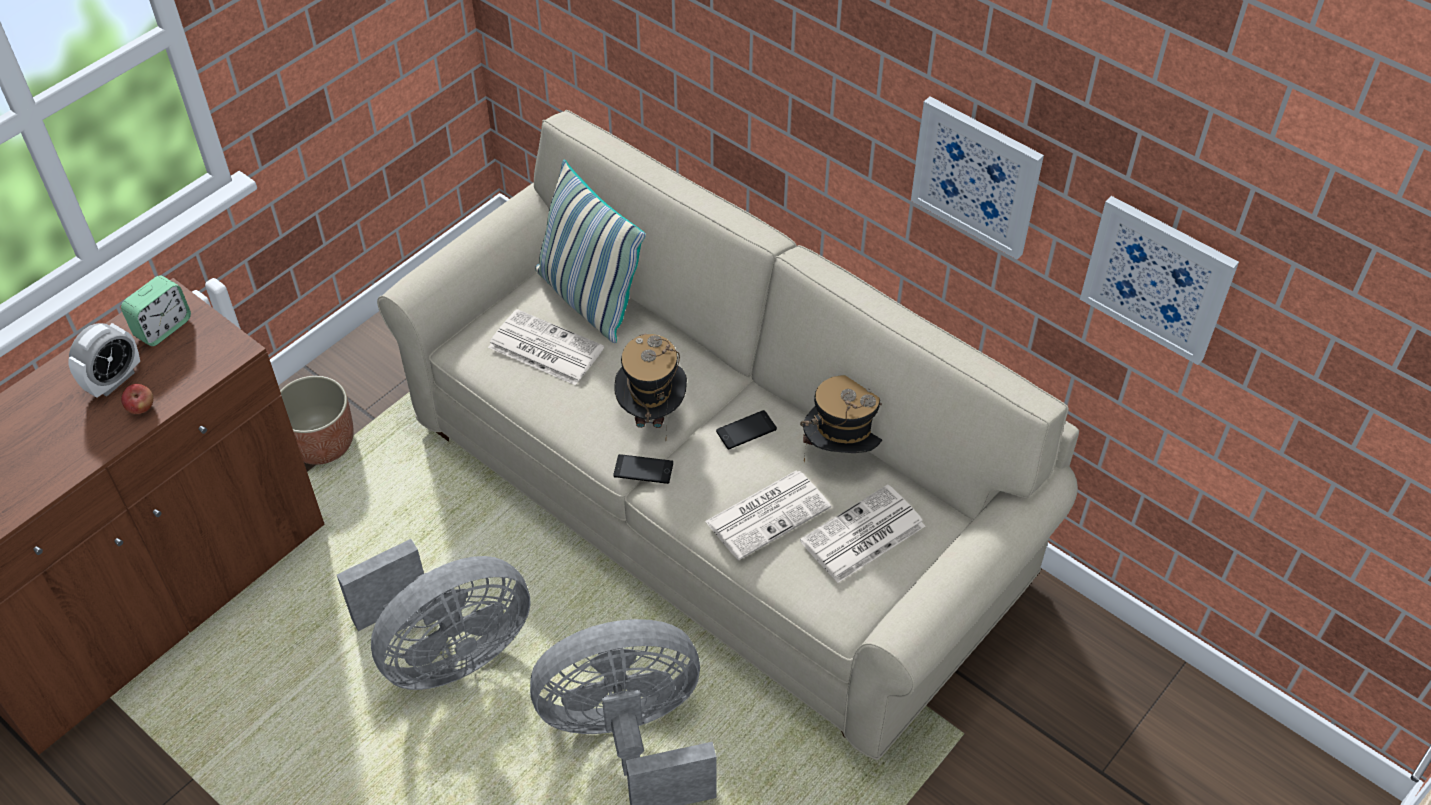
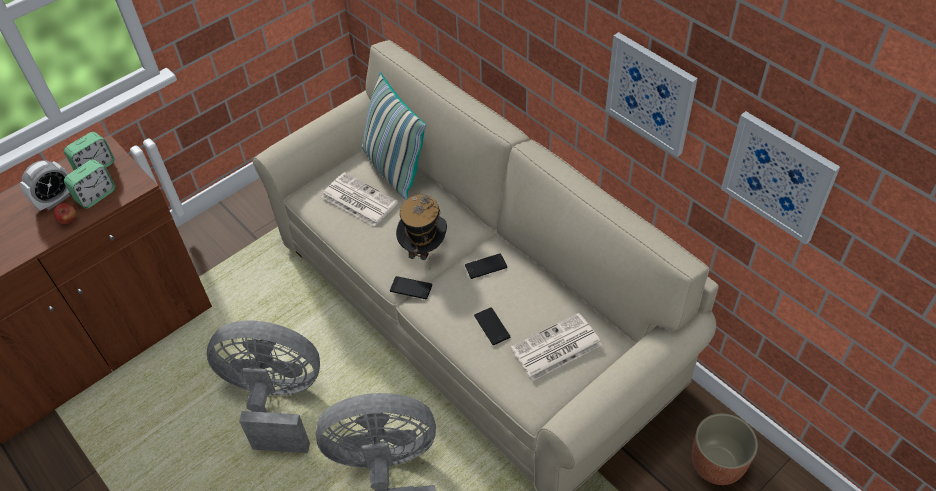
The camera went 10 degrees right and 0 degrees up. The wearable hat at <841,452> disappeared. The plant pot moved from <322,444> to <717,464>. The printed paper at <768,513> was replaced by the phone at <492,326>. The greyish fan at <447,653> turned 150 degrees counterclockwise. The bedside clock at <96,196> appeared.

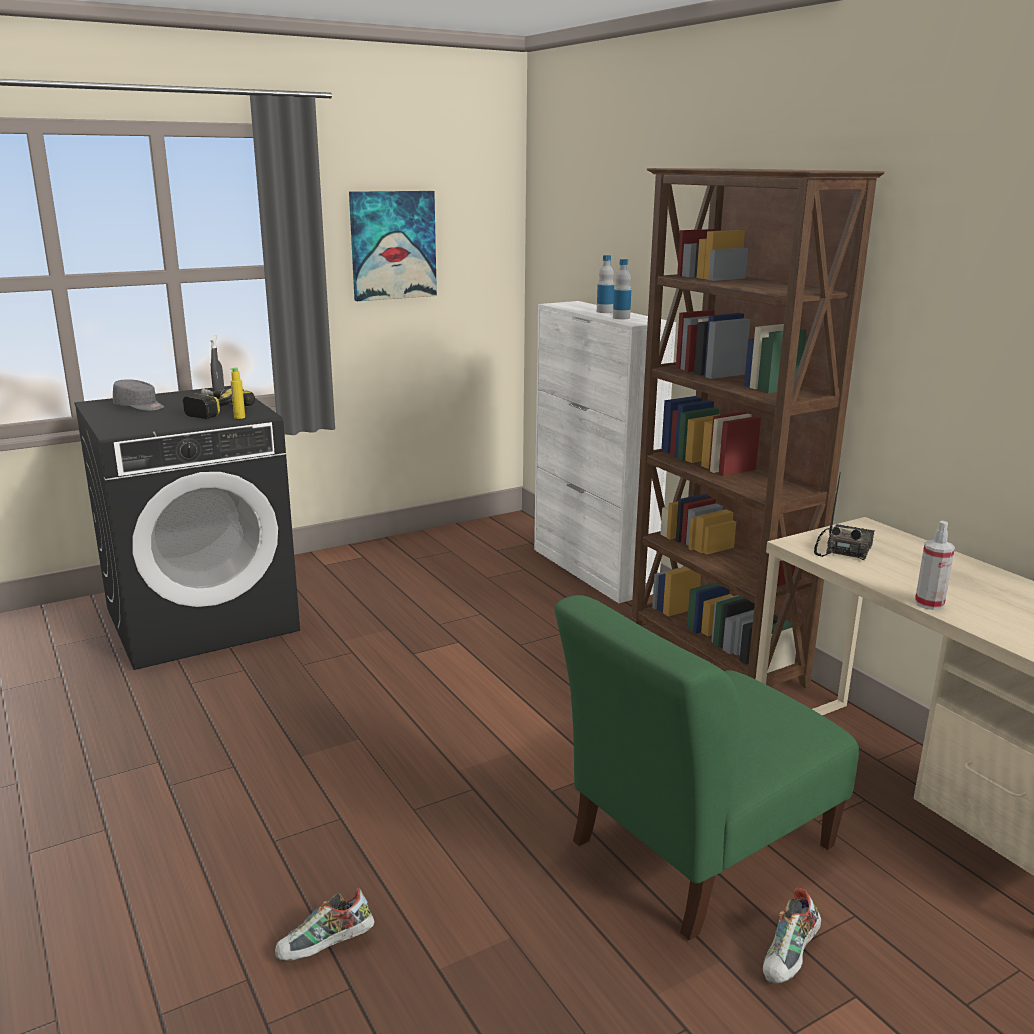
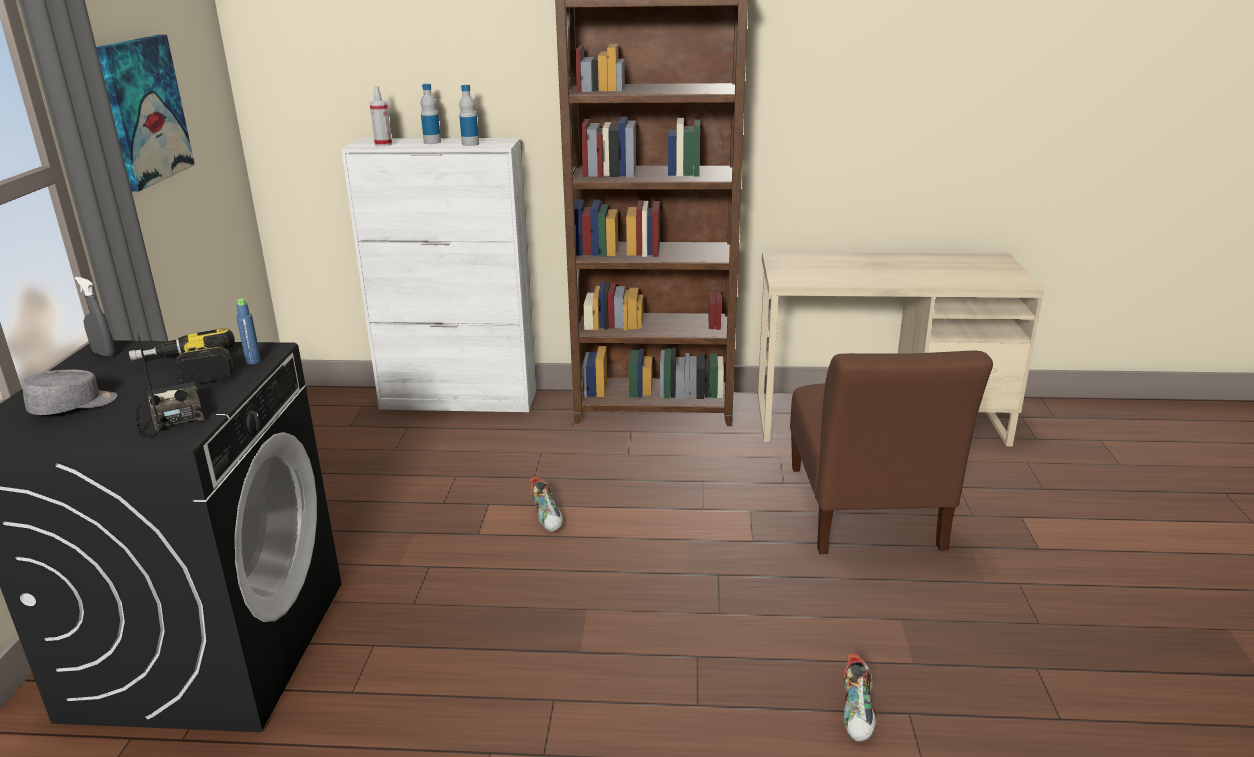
The camera went 55 degrees left and 5 degrees up. The yellowish bottle at <239,417> became the blue bottle at <253,361>. The radio moved from <843,549> to <171,417>. The spray bottle moved from <929,604> to <383,144>. The green-coloured upright chair at <694,850> became the brown-coloured upright chair at <864,512>. The item of footwear moved from <790,957> to <548,517>.

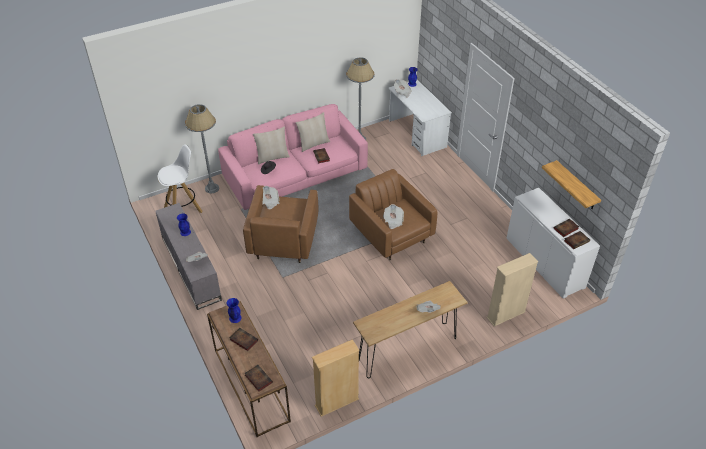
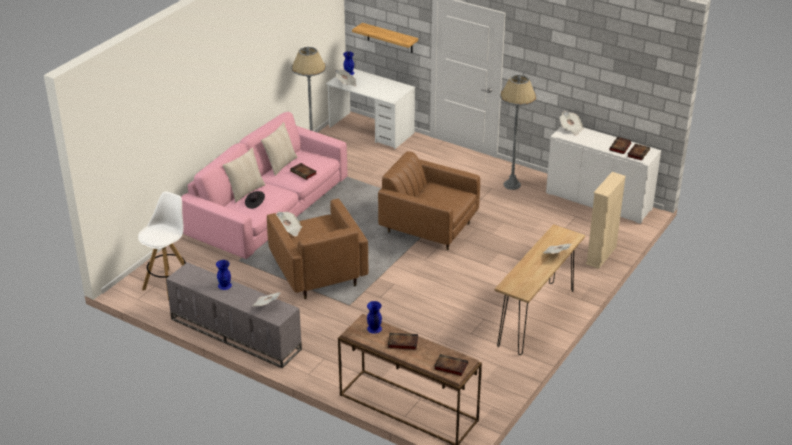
The camera went 30 degrees left and 10 degrees down. The greyish standard lamp moved from <212,188> to <512,185>. The wall shelf moved from <576,186> to <390,38>. The printed paper moved from <393,221> to <571,129>. The beige-coloured bookshelf at <337,402> disappeared.

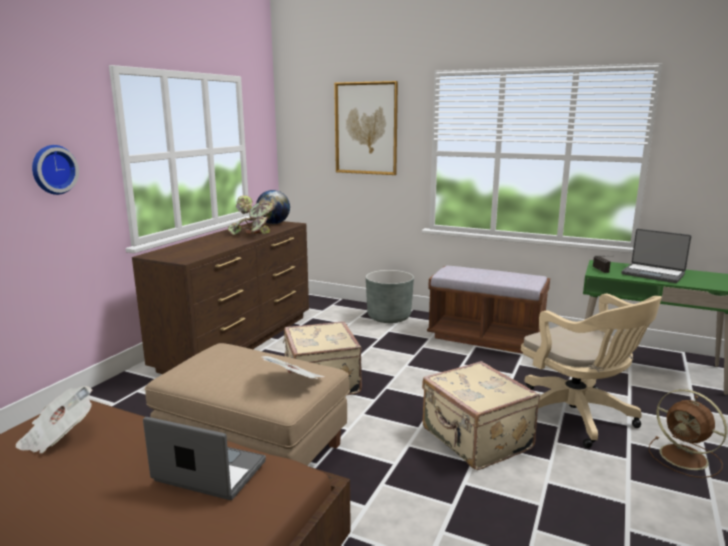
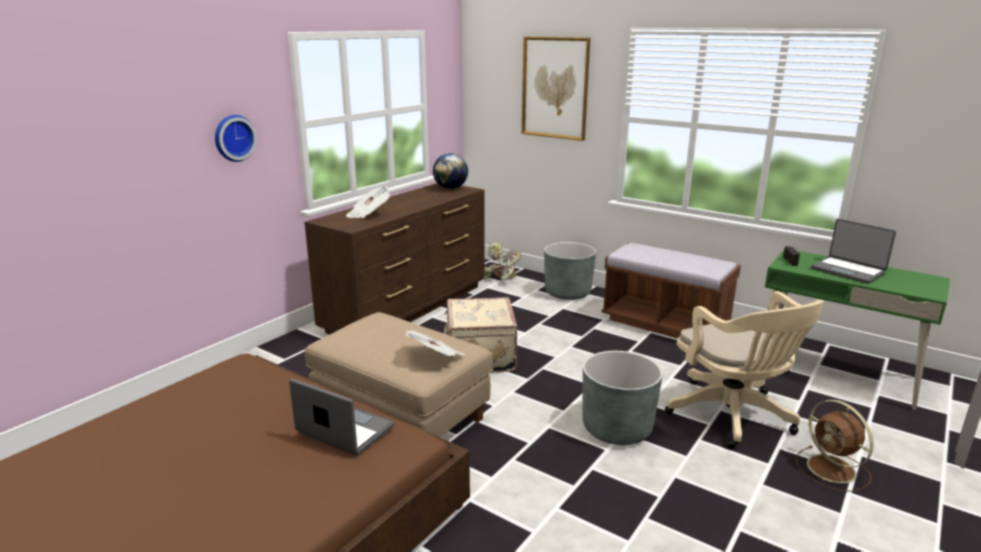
The camera went 10 degrees right and 5 degrees up. The plant in a pot moved from <253,234> to <501,278>. The beige-coloured piece of luggage at <475,439> was replaced by the greyish plant pot at <617,428>. The printed paper moved from <58,436> to <368,214>.

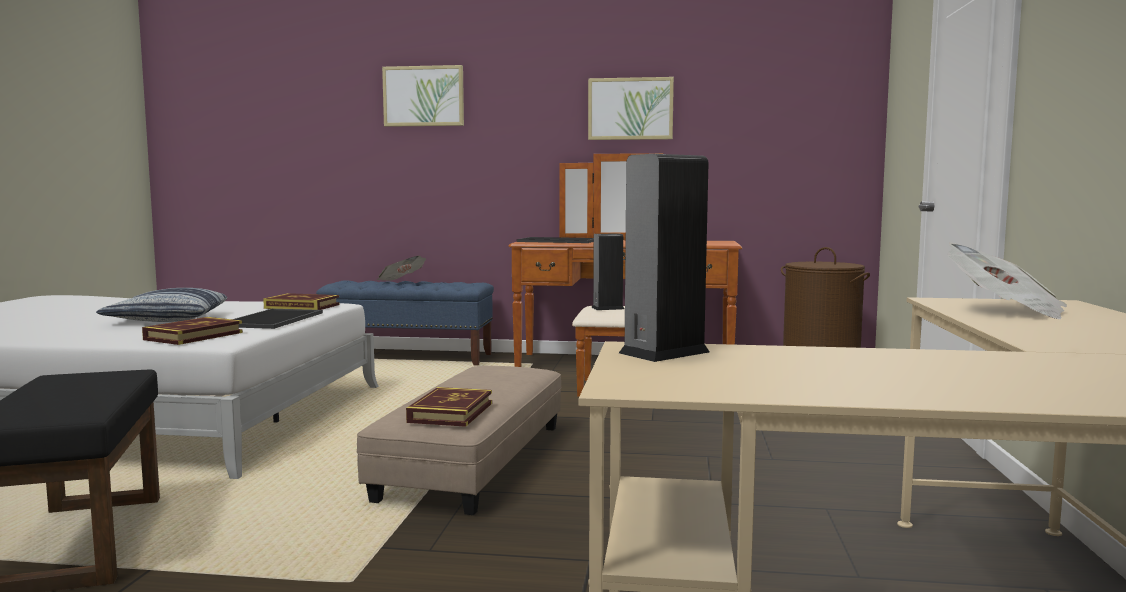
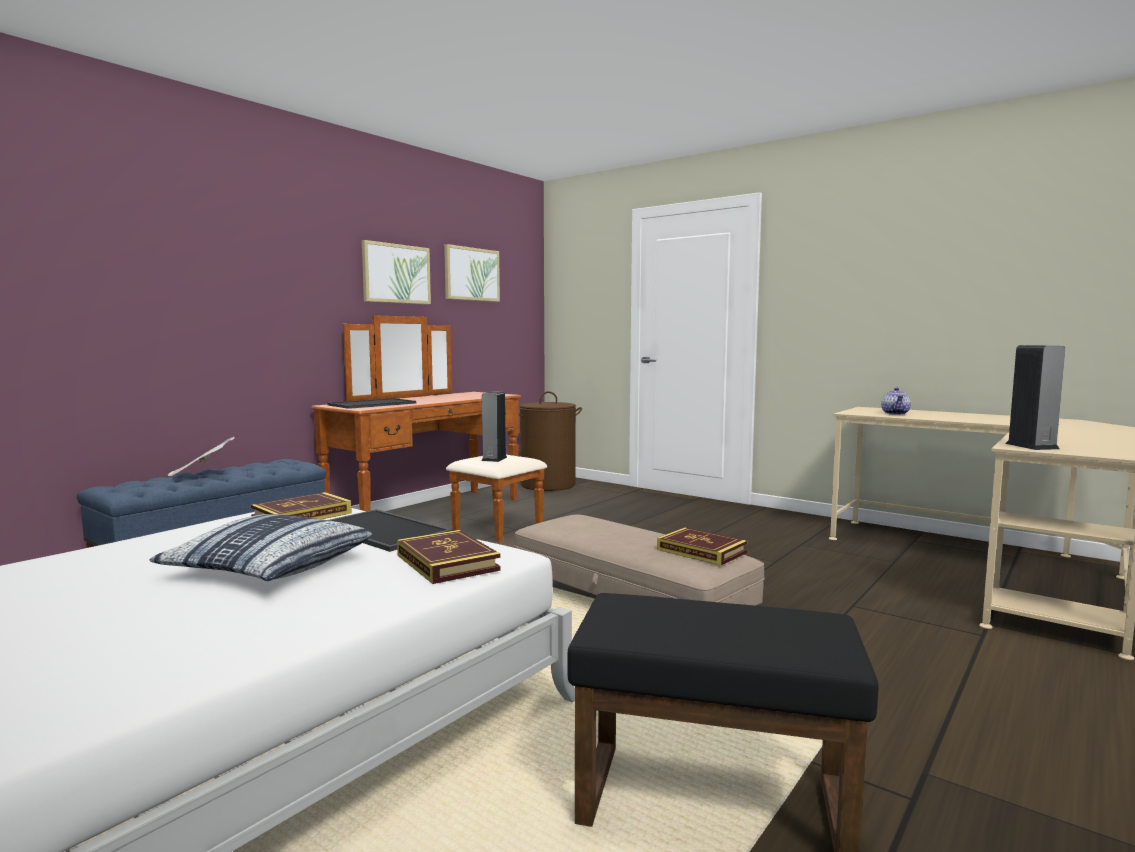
The camera went 60 degrees left and 0 degrees up. The picture moved from <423,96> to <471,274>. The printed paper at <1005,311> was replaced by the pot for tea at <896,414>.

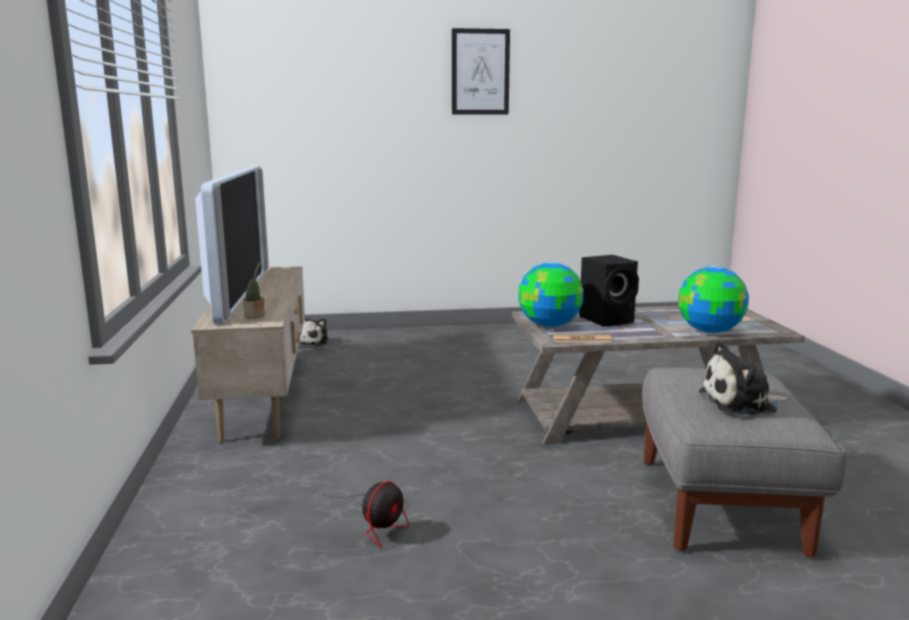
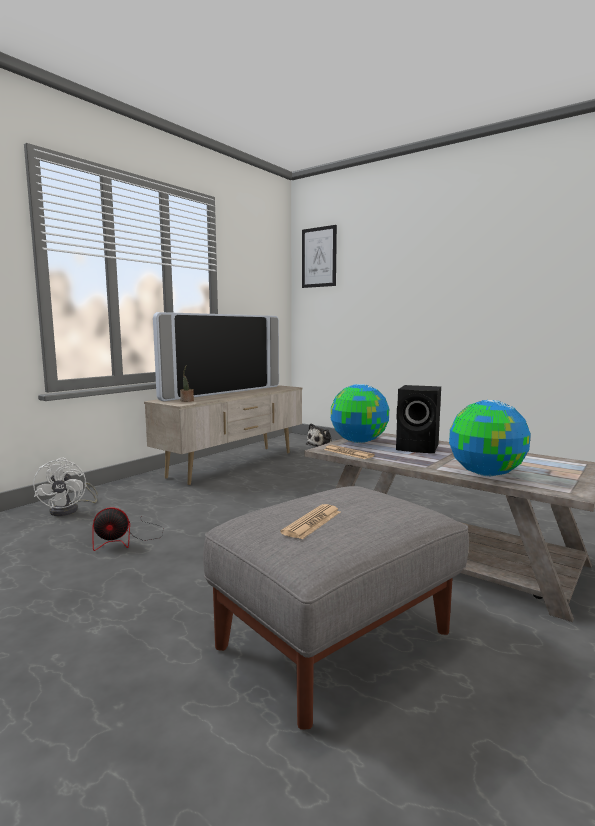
The camera went 45 degrees right and 5 degrees down. The picture moved from <480,72> to <319,257>. The cuddly toy at <742,403> was replaced by the printed paper at <312,522>. The white fan at <70,510> appeared.

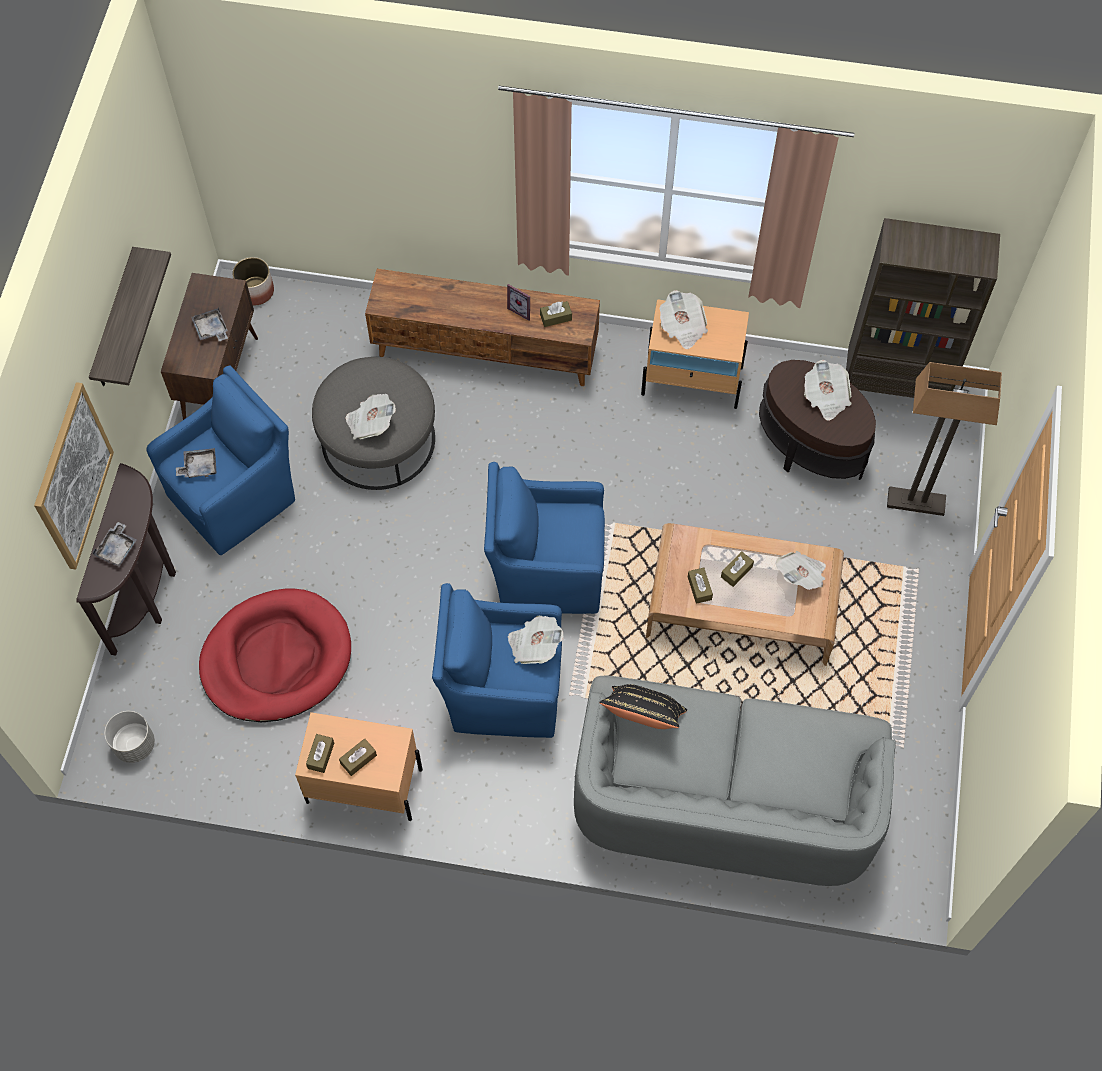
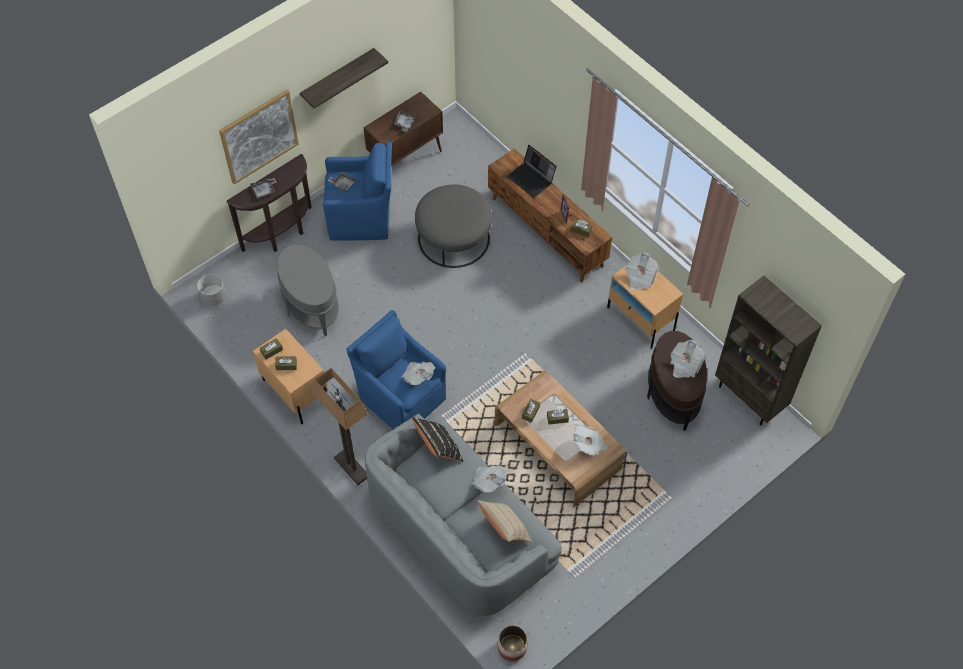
The camera went 40 degrees right and 5 degrees down. The plant pot moved from <255,291> to <512,647>. The standard lamp moved from <915,502> to <351,467>. The printed paper moved from <371,423> to <489,481>. The blue armchair at <546,570> disappeared. The reddish pet bed at <276,659> was replaced by the greyish end table at <311,305>. The notebook computer at <531,179> appeared. The beige-coloured cushion at <504,530> appeared.

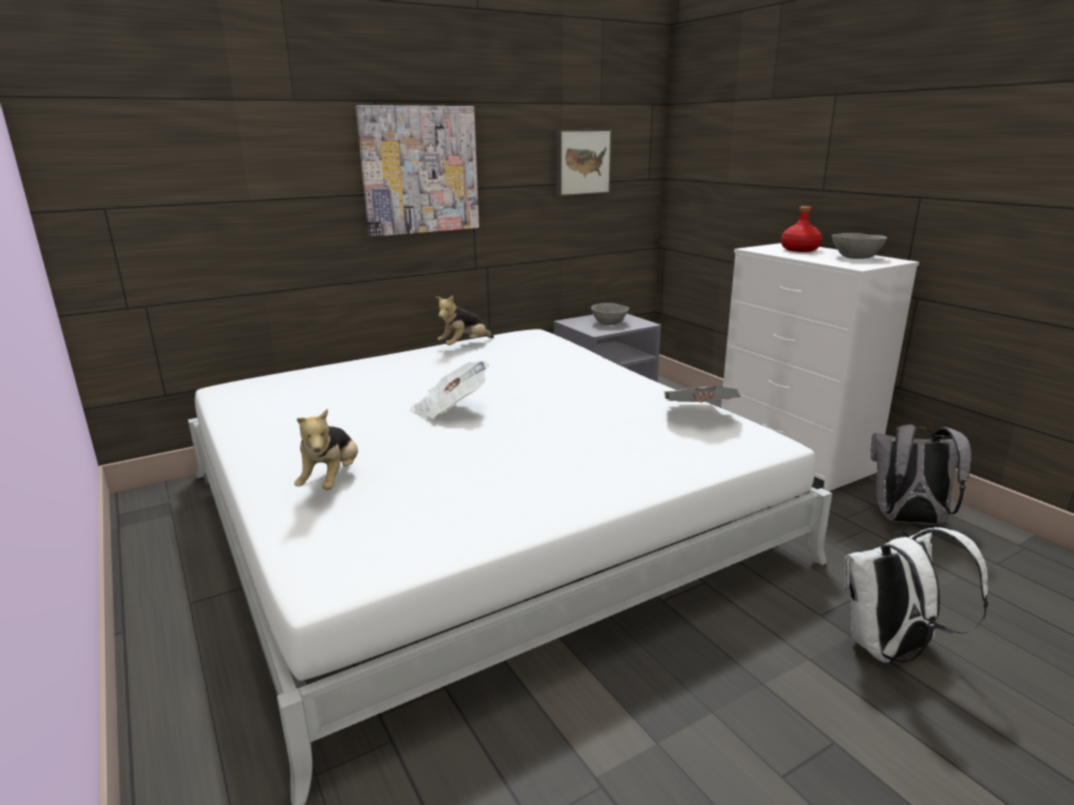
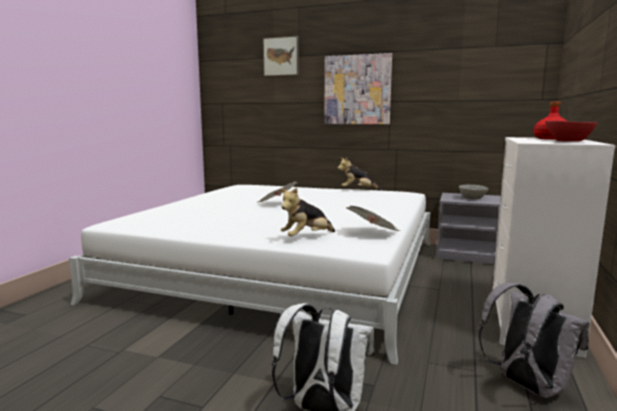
The camera went 50 degrees right and 10 degrees down. The picture moved from <581,162> to <281,56>. The greyish deep dish at <856,257> became the reddish deep dish at <569,141>. The cuddly toy moved from <332,480> to <306,237>.

